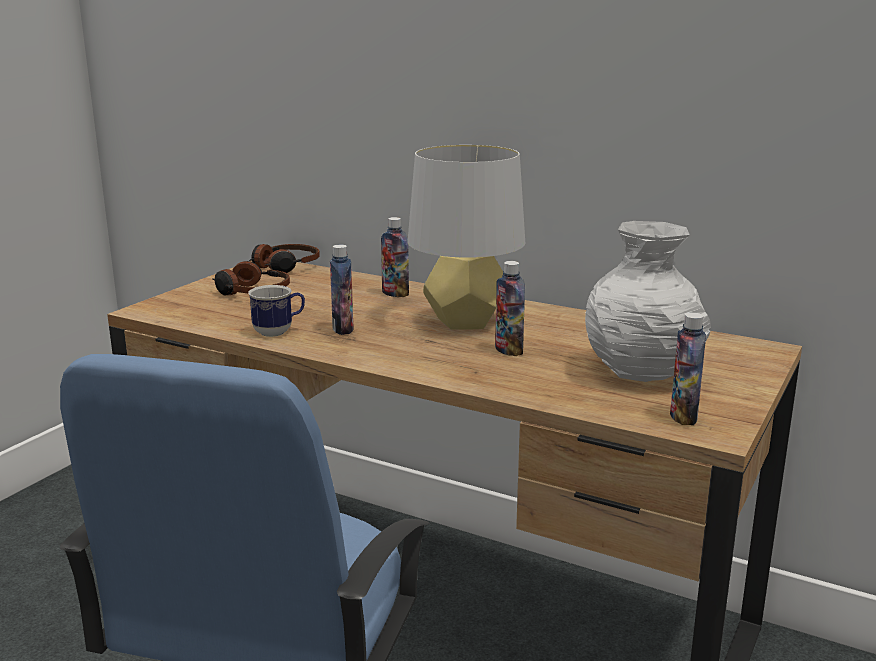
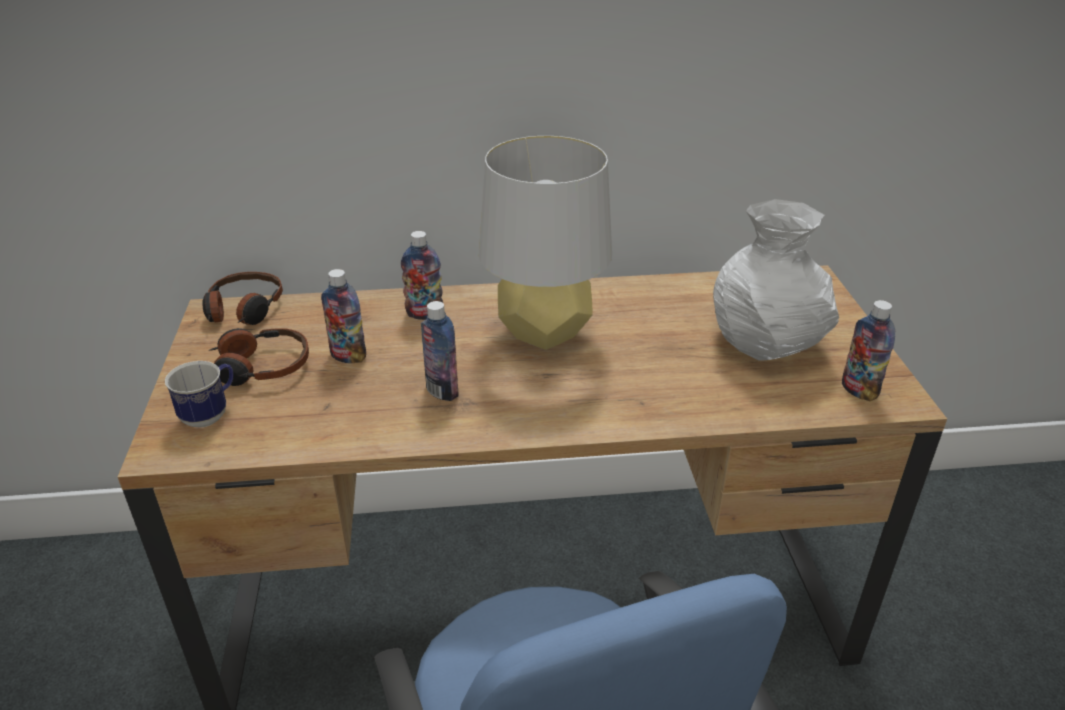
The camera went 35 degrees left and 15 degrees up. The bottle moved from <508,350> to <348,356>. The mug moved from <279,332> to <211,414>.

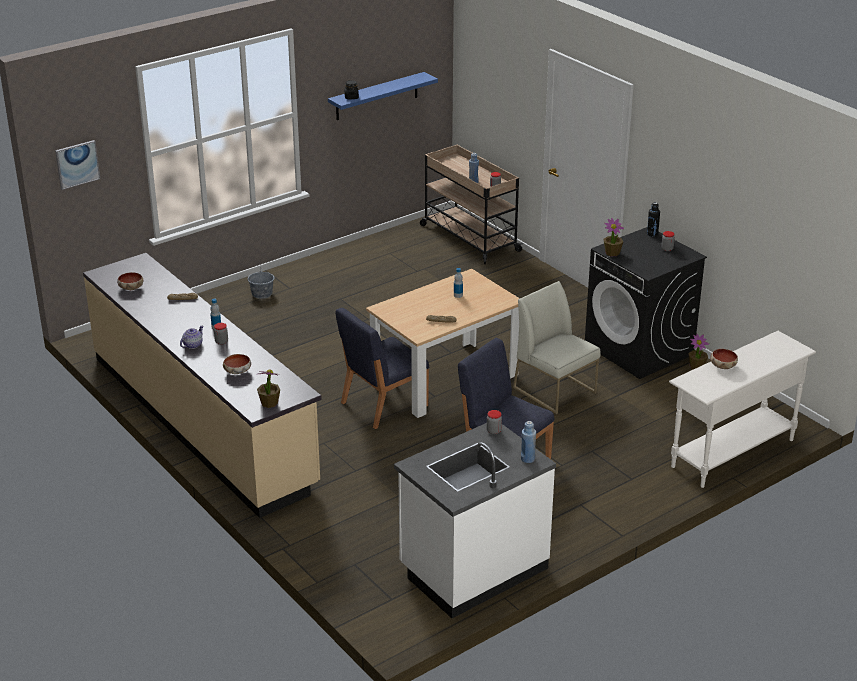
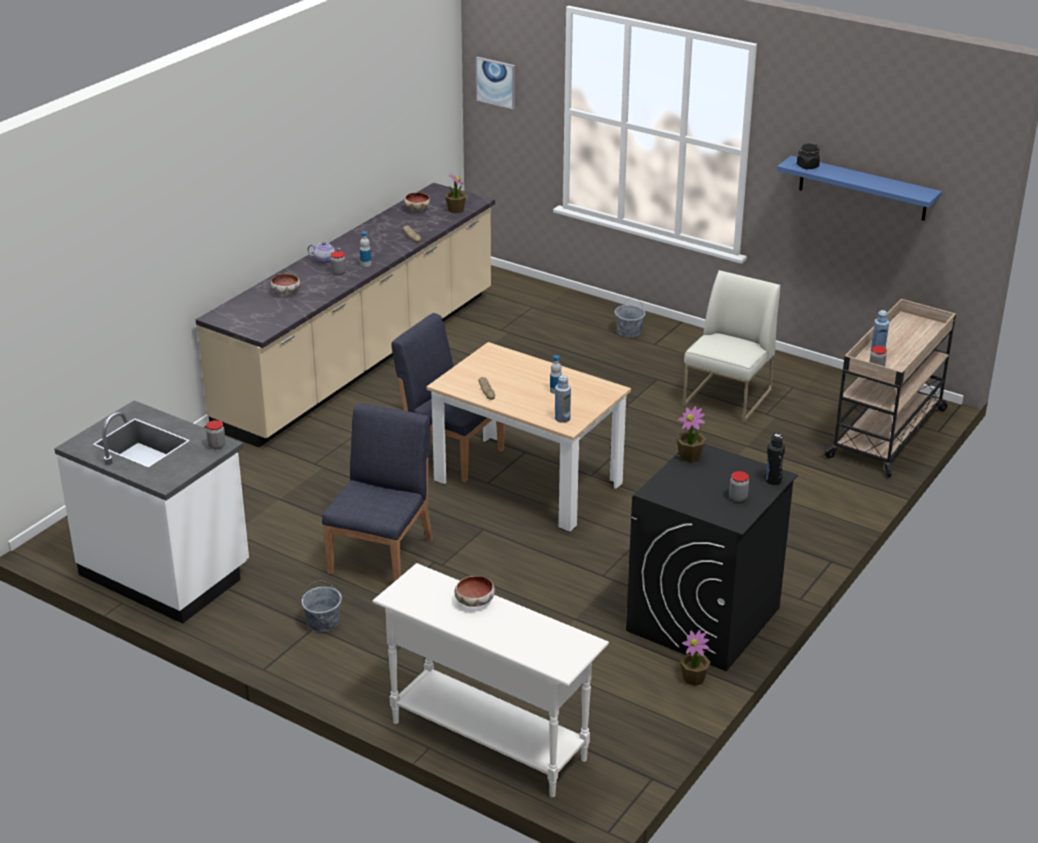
The camera went 70 degrees right and 0 degrees up. The white upright chair moved from <555,390> to <727,398>. The plant in a pot moved from <269,403> to <456,210>. The blue bottle moved from <527,459> to <562,418>. The greyish bucket at <322,622> appeared.

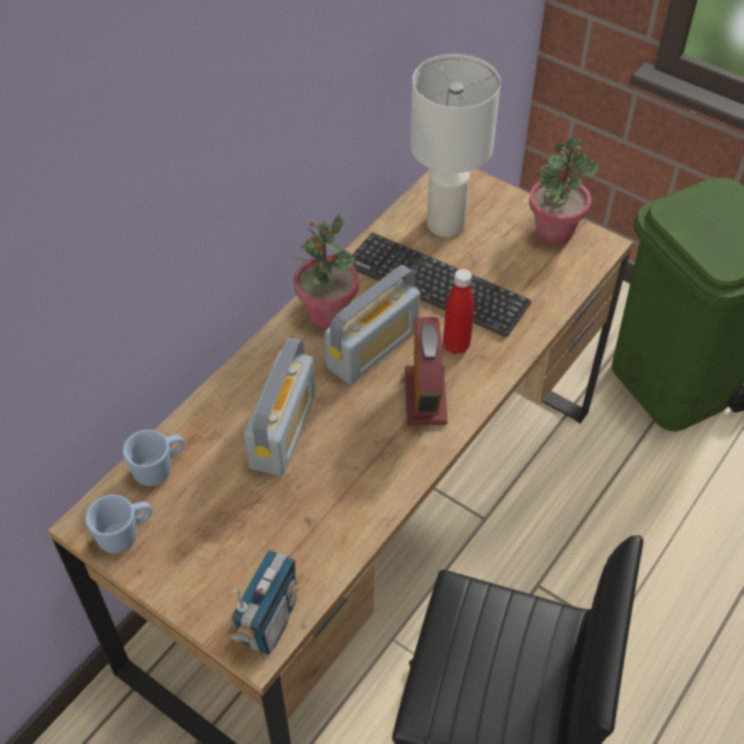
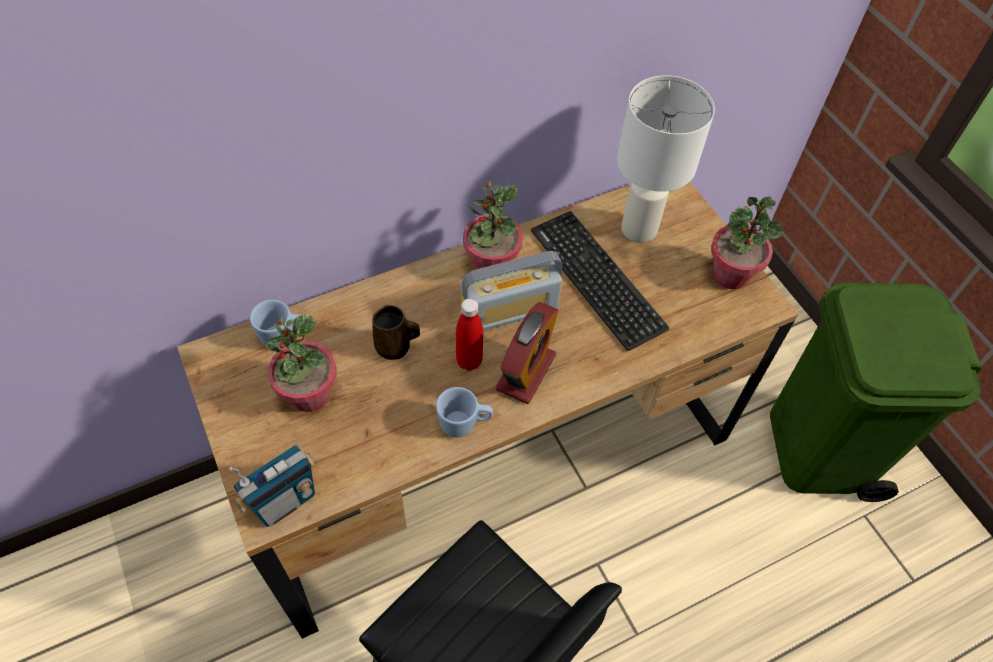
The camera went 25 degrees right and 5 degrees up. The reddish bottle moved from <456,345> to <469,361>. The radio at <283,430> was replaced by the brown-coloured mug at <395,348>. The blue mug moved from <125,535> to <464,424>. The plant in a pot at <309,395> appeared.

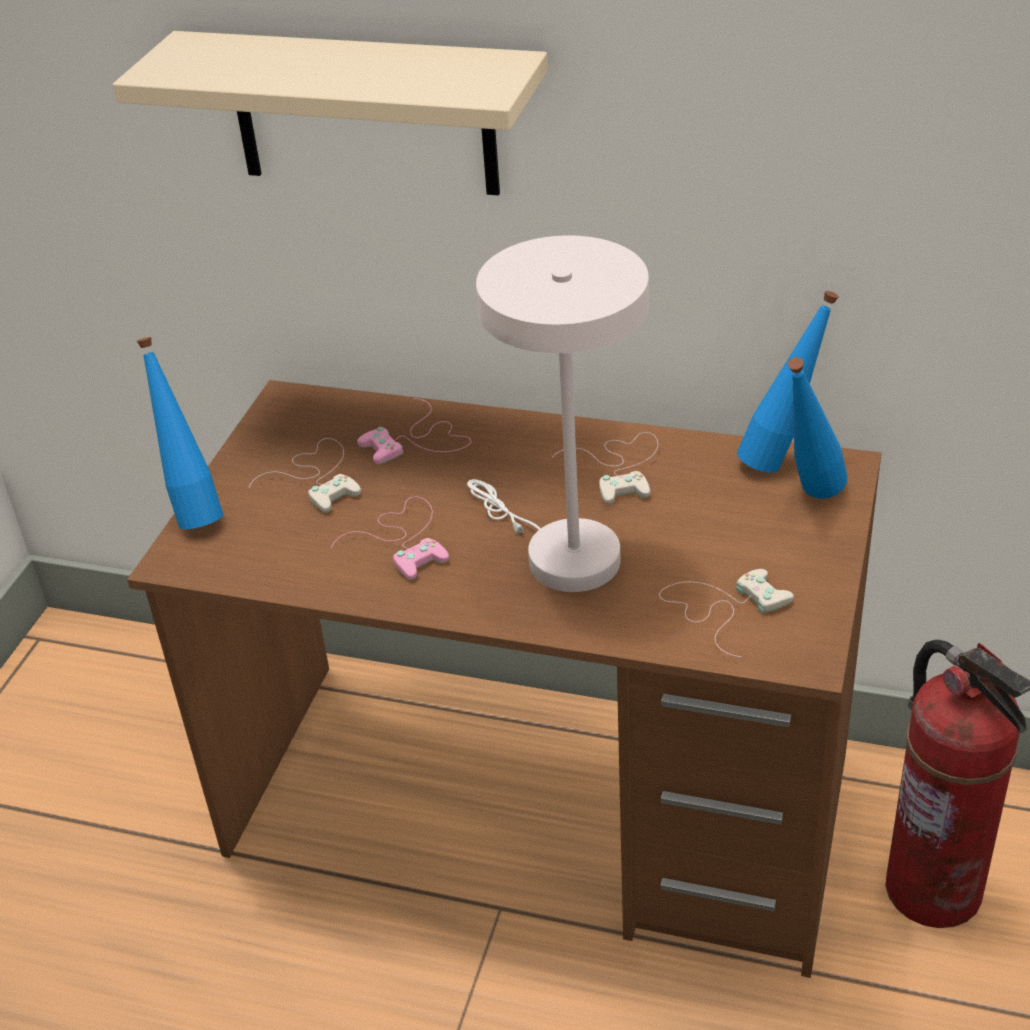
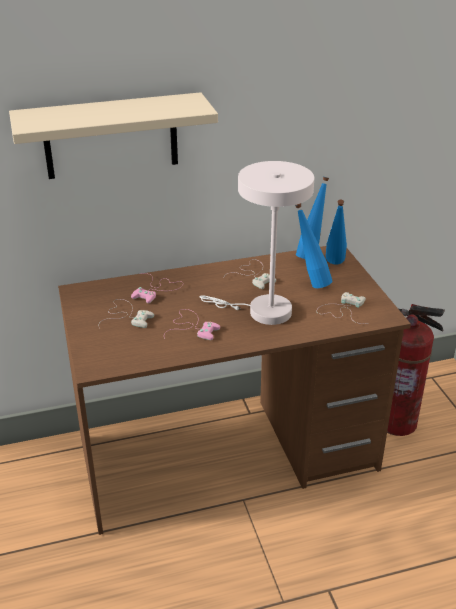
The camera went 35 degrees left and 5 degrees down. The blue bottle moved from <194,511> to <310,283>.

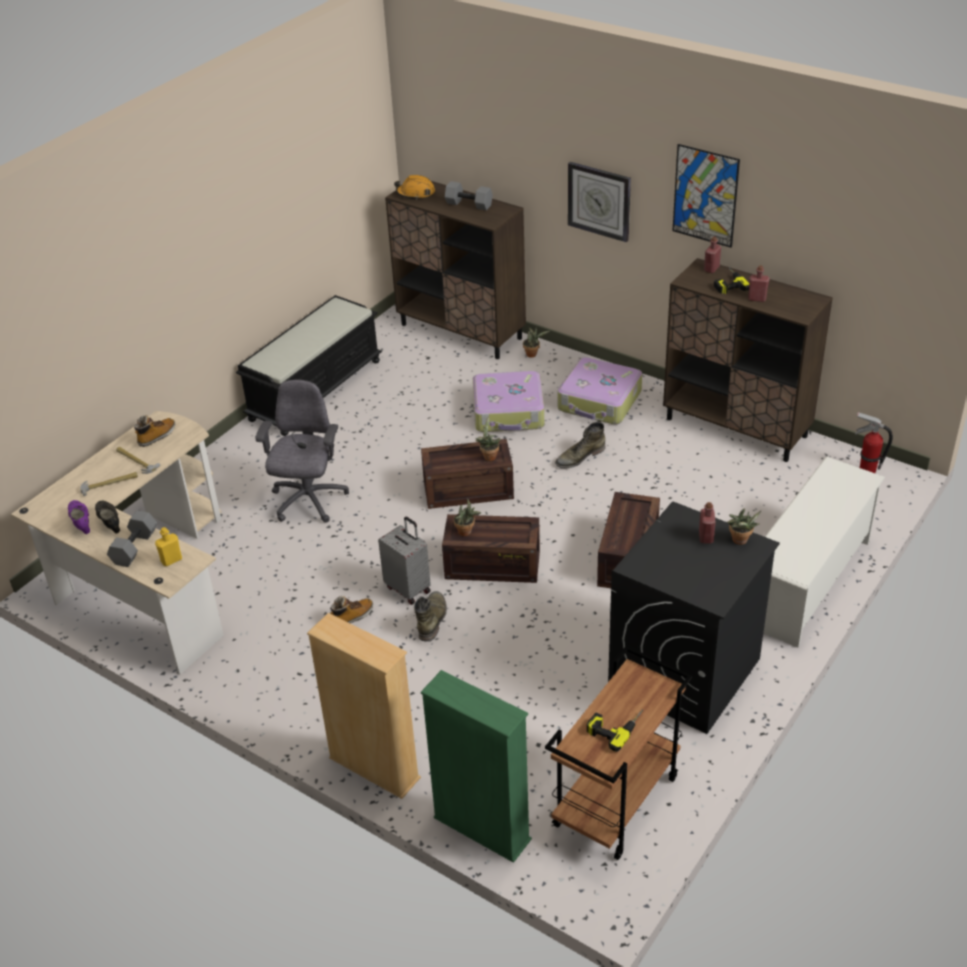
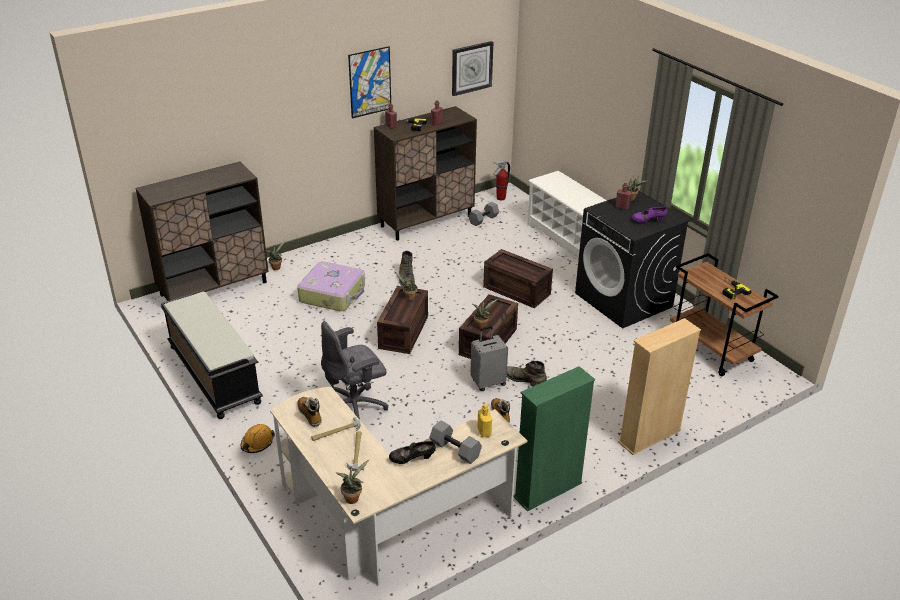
The camera went 70 degrees left and 5 degrees down. The clock on the wall moved from <599,201> to <471,68>. The orange safety helmet moved from <415,193> to <257,443>. The greyish dumbbell moved from <469,204> to <483,219>. The piece of luggage at <599,401> disappeared. The greyish desk chair at <308,501> turned 60 degrees counterclockwise. The purple item of footwear moved from <81,523> to <648,221>. The green-coloured bookshelf moved from <482,829> to <548,490>. The plant in a pot at <352,497> appeared.

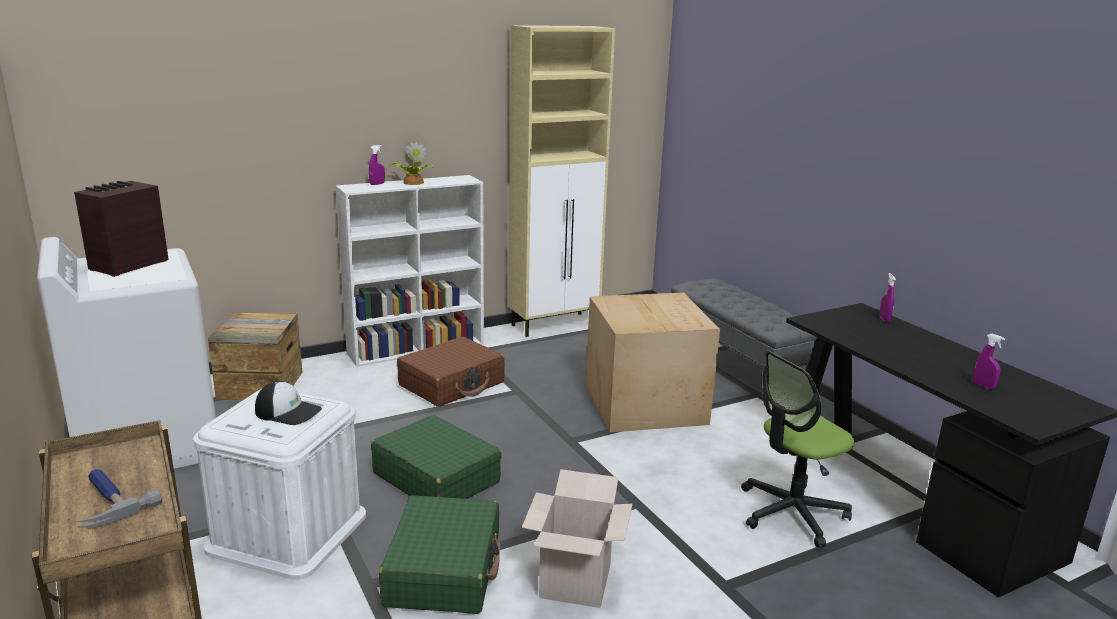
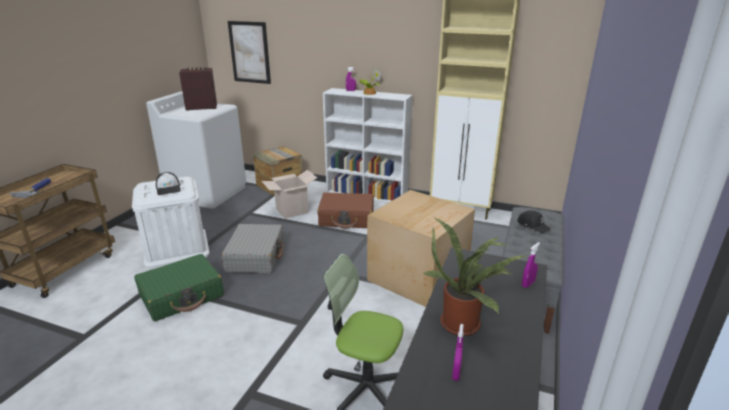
The camera went 50 degrees right and 5 degrees up. The green-coloured piece of luggage at <436,477> became the greyish piece of luggage at <256,257>. The packing box moved from <575,582> to <292,211>. The picture at <249,52> appeared. The black cap at <533,225> appeared. The plant in a pot at <463,323> appeared.

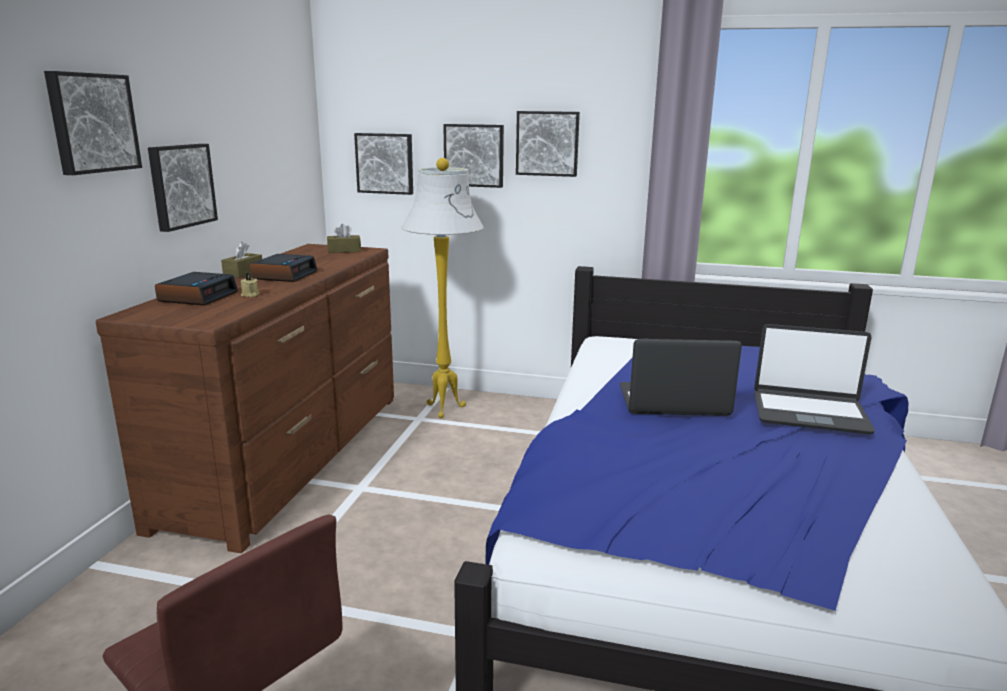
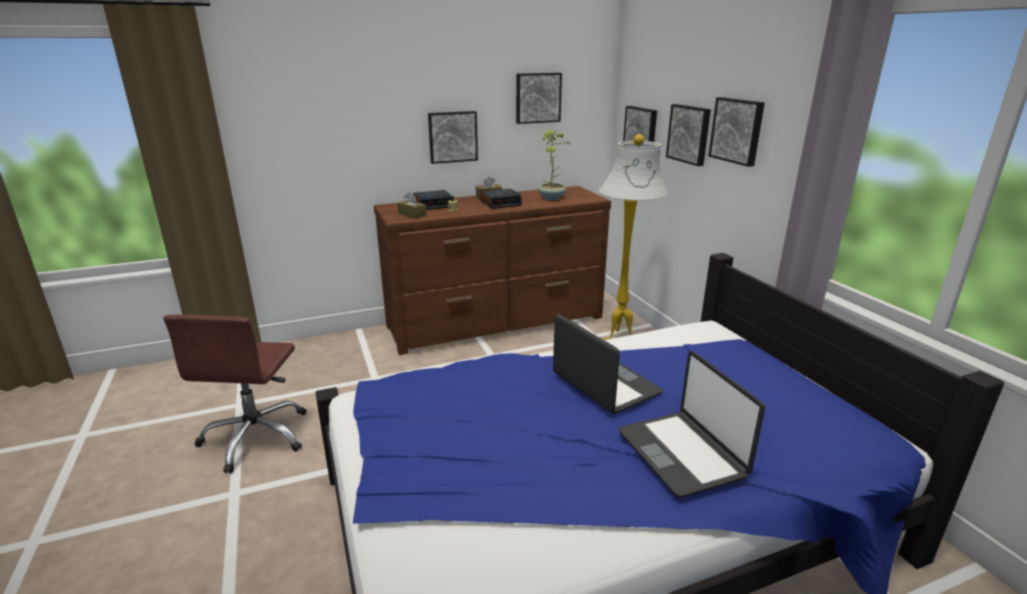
The camera went 55 degrees right and 5 degrees up. The picture moved from <92,123> to <537,98>. The brown-coloured tissue holder moved from <344,250> to <412,215>. The plant in a pot at <552,198> appeared.

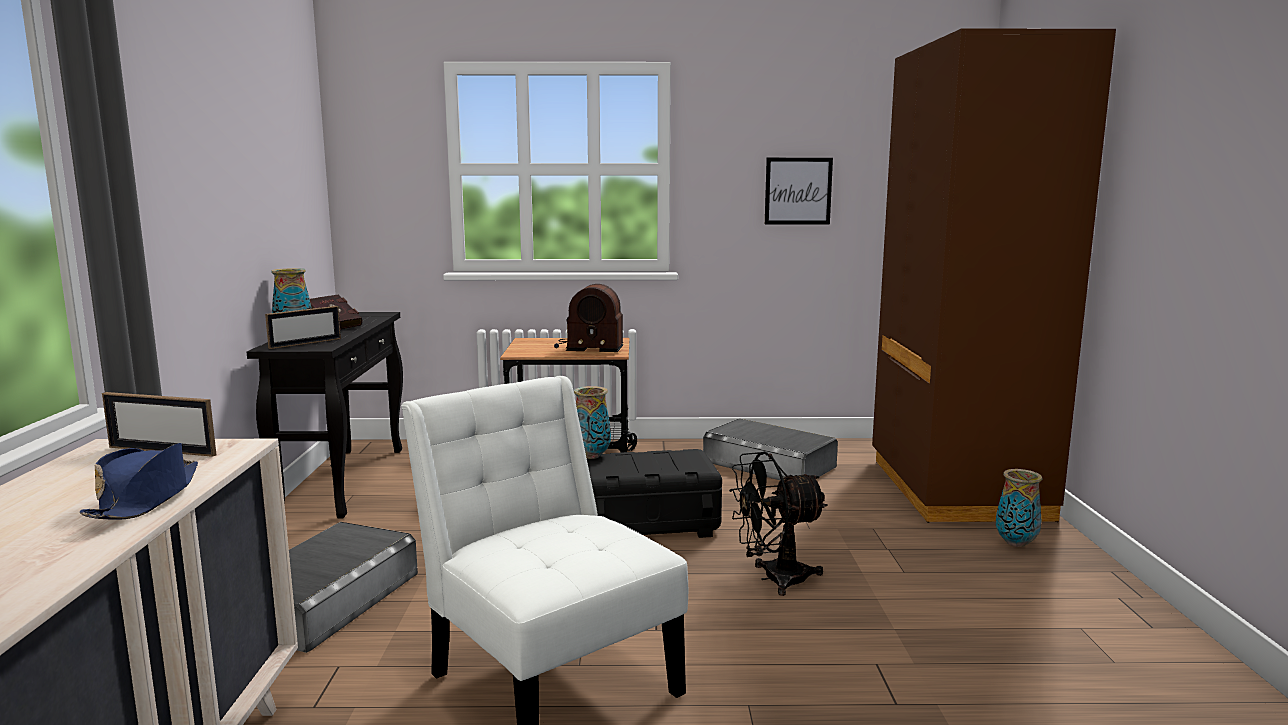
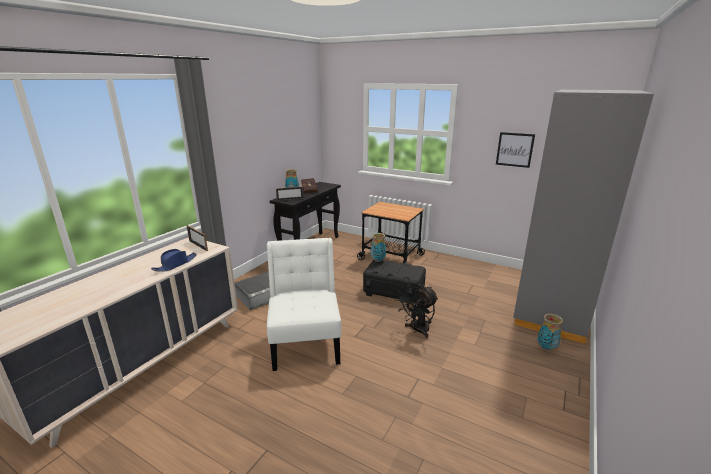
The camera went 30 degrees right and 10 degrees up. The brown-coloured wardrobe at <956,489> became the greyish wardrobe at <551,311>. The radio at <588,347> disappeared. The greyish storage bin at <769,464> disappeared. The black fan at <774,579> turned 60 degrees counterclockwise.

